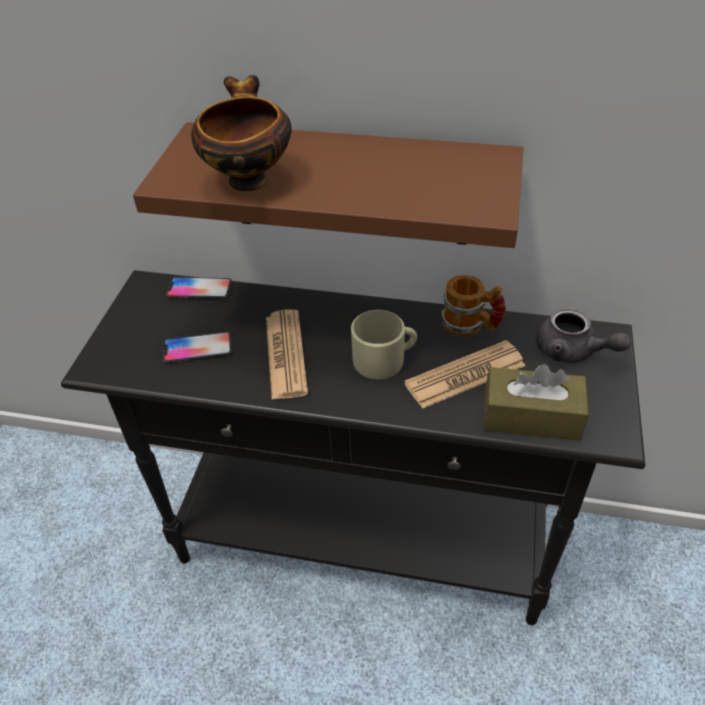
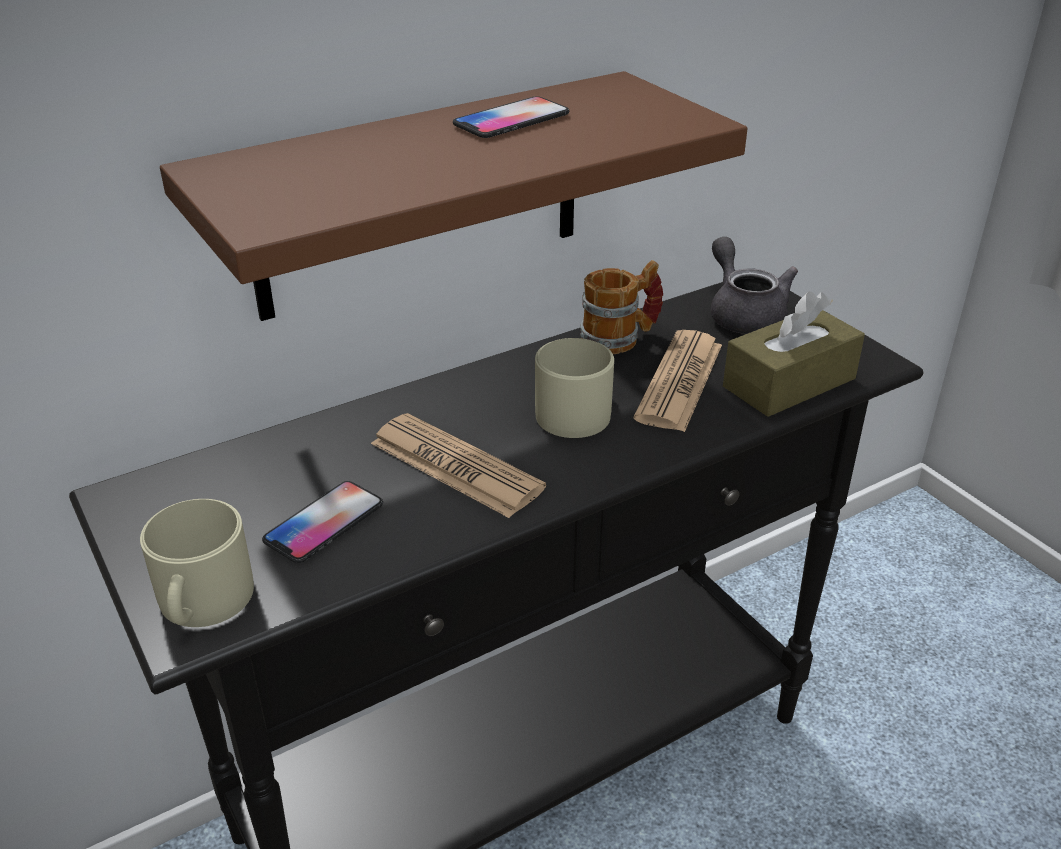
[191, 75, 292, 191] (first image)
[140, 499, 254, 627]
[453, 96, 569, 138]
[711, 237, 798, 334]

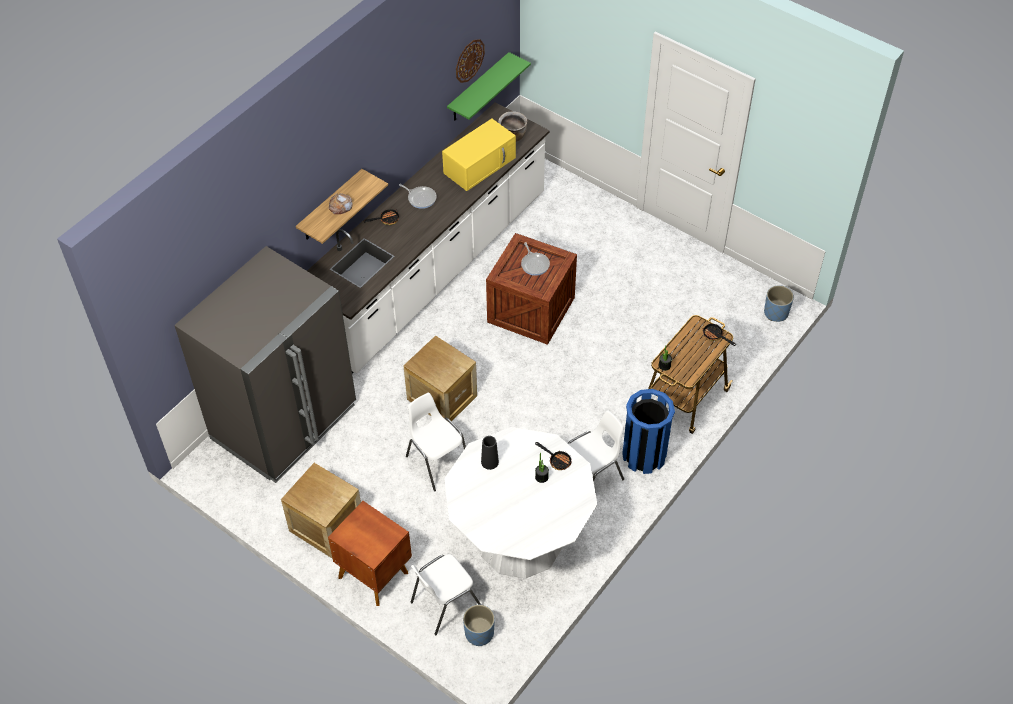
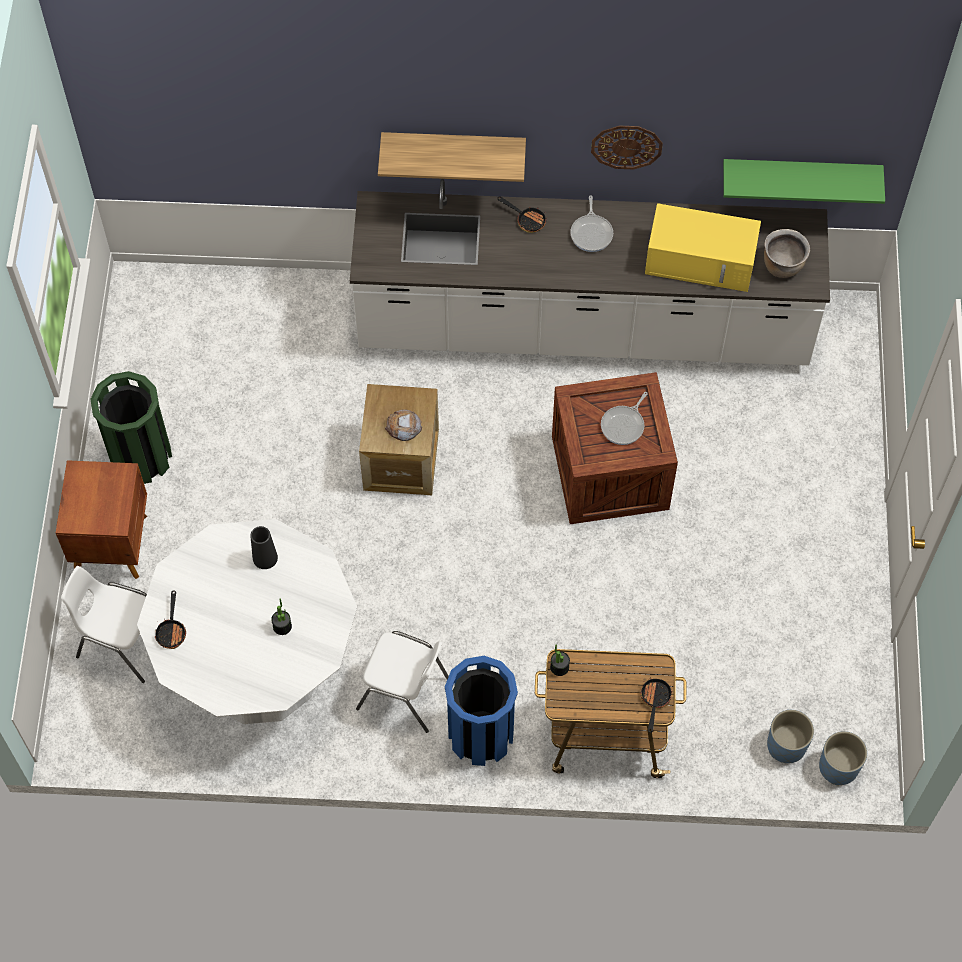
[174, 246, 356, 483] (first image)
[406, 393, 466, 491] (first image)
[385, 409, 422, 441]
[591, 126, 663, 169]
[767, 710, 814, 763]
[155, 590, 186, 649]
[90, 371, 172, 484]

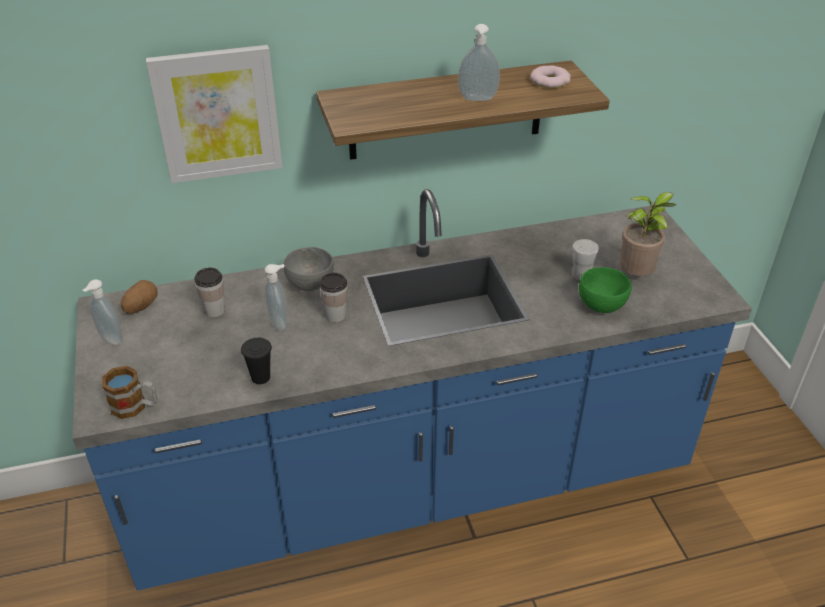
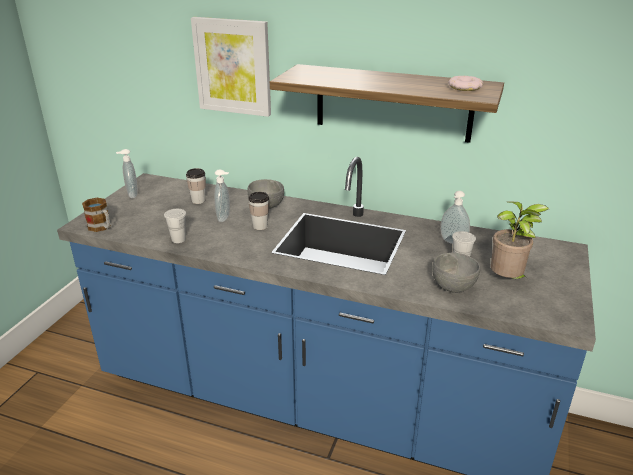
[120, 280, 158, 314] (first image)
[440, 191, 470, 244]
[164, 209, 186, 243]
[432, 253, 480, 293]

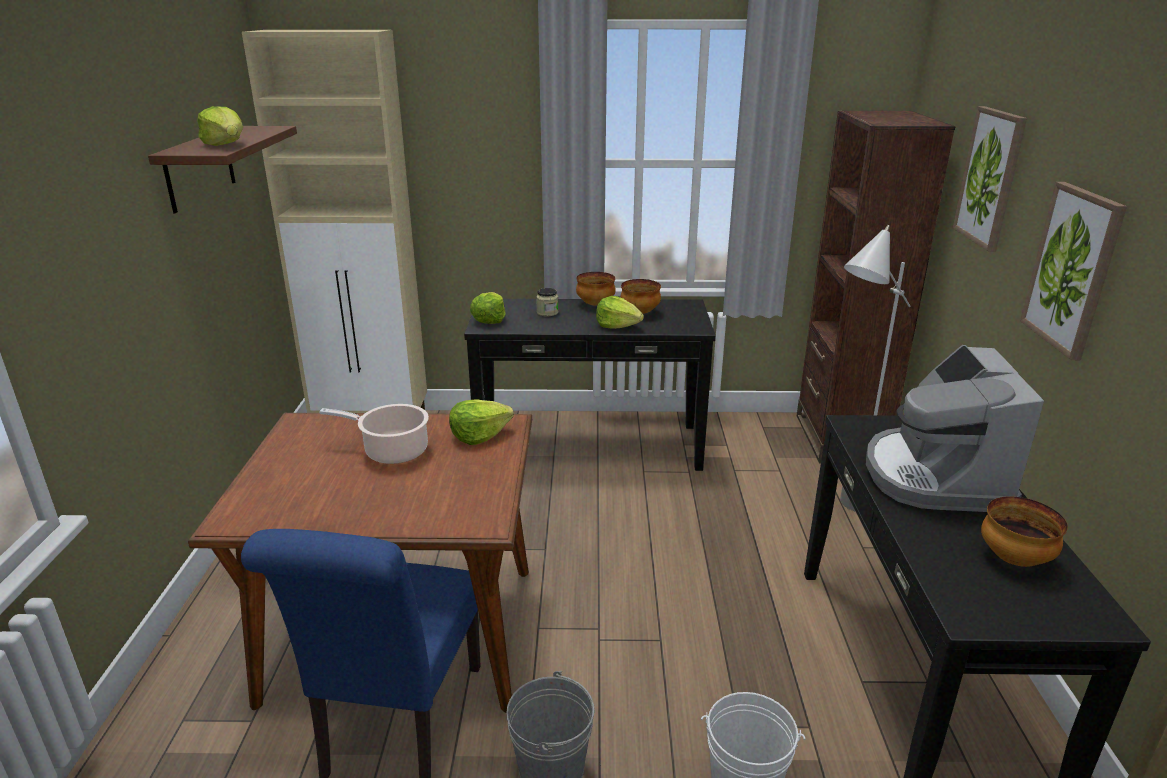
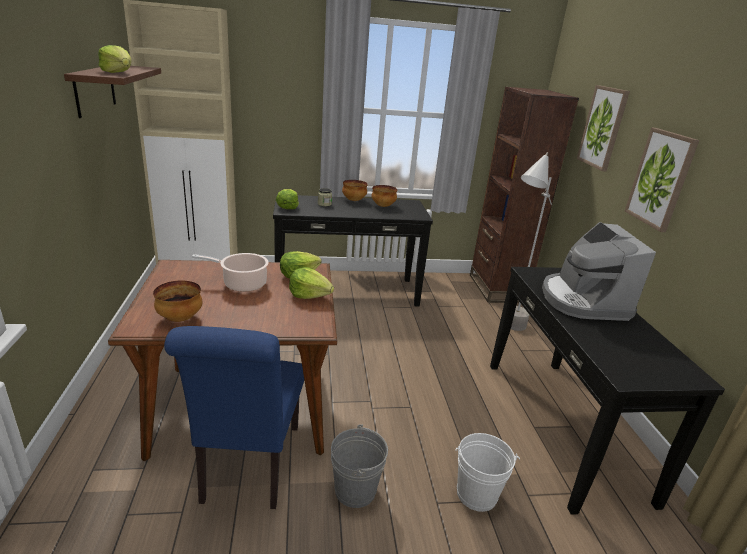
[289, 267, 334, 299]
[153, 281, 202, 322]

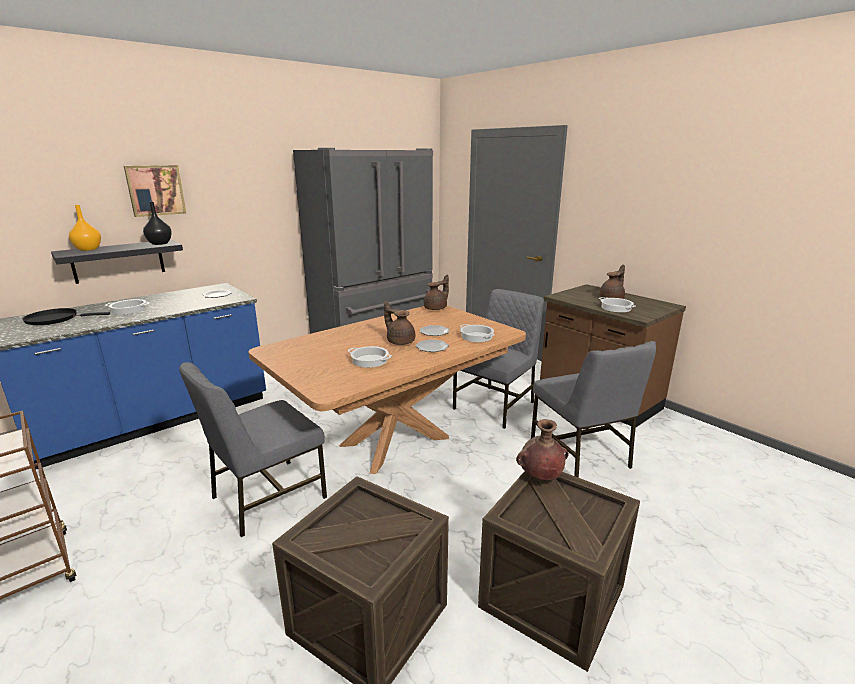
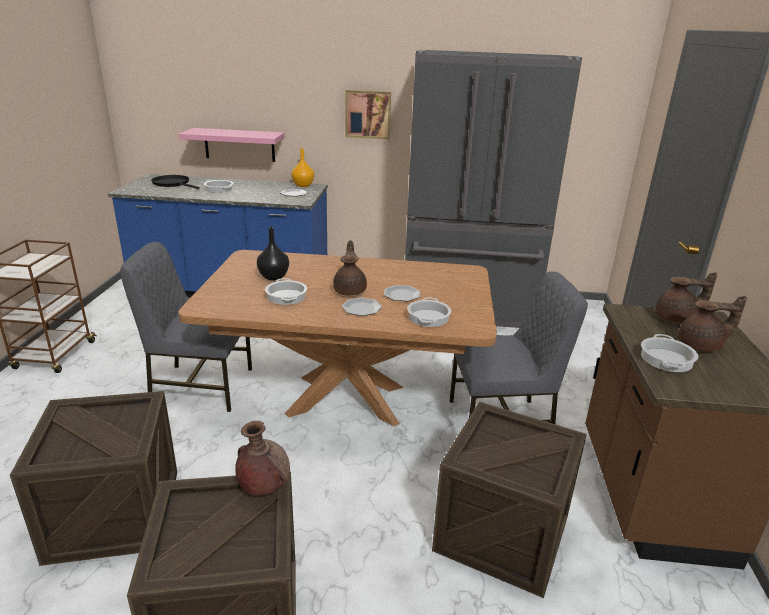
[291, 148, 314, 187]
[345, 90, 391, 139]
[257, 227, 289, 280]
[655, 272, 717, 323]
[432, 401, 587, 598]
[178, 128, 285, 162]

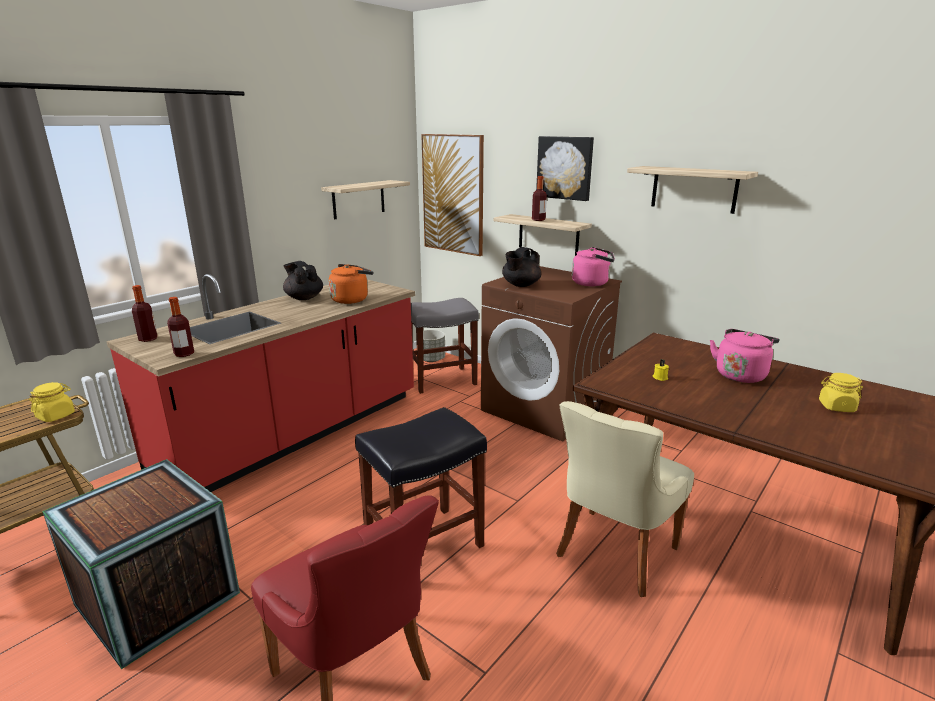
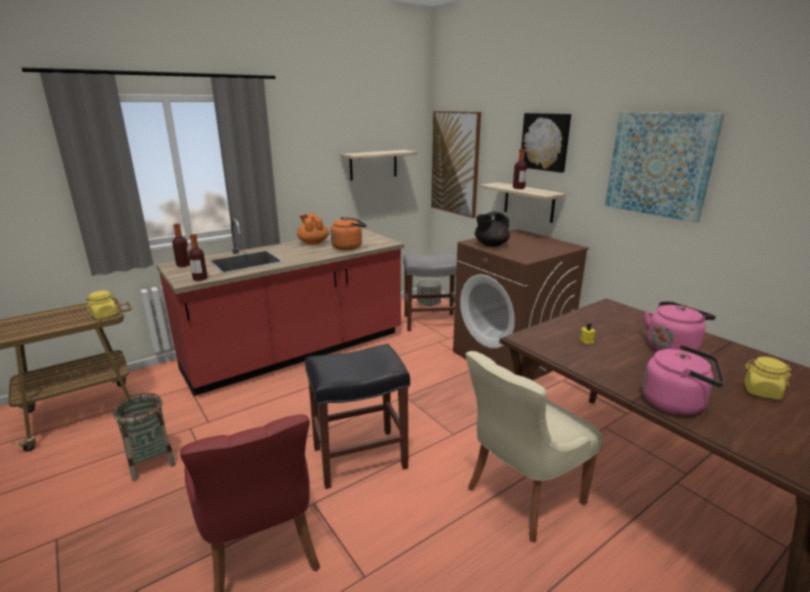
[643, 345, 724, 415]
[113, 393, 176, 481]
[605, 112, 725, 222]
[297, 213, 329, 245]

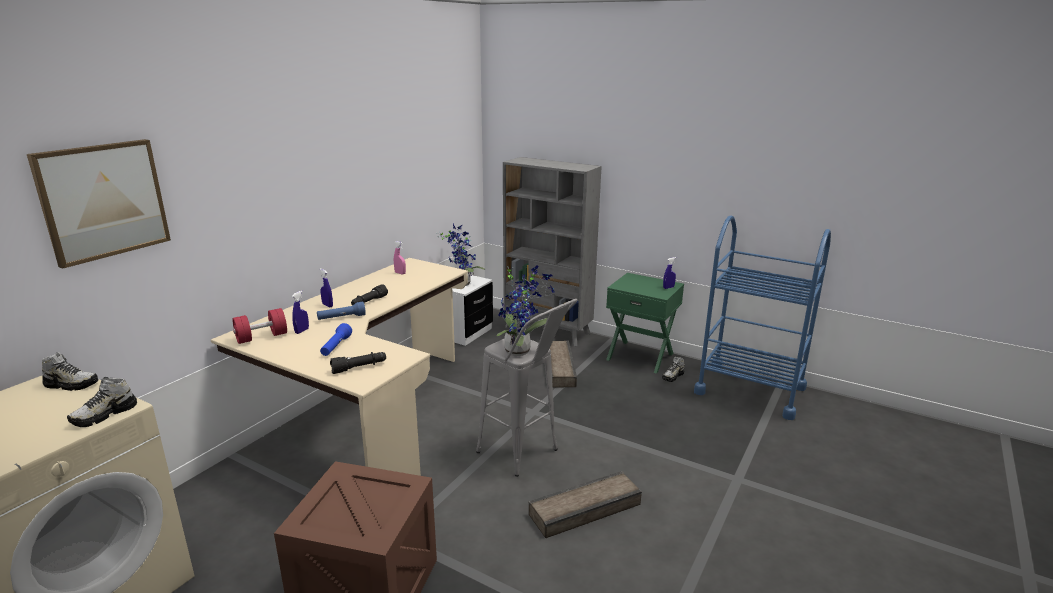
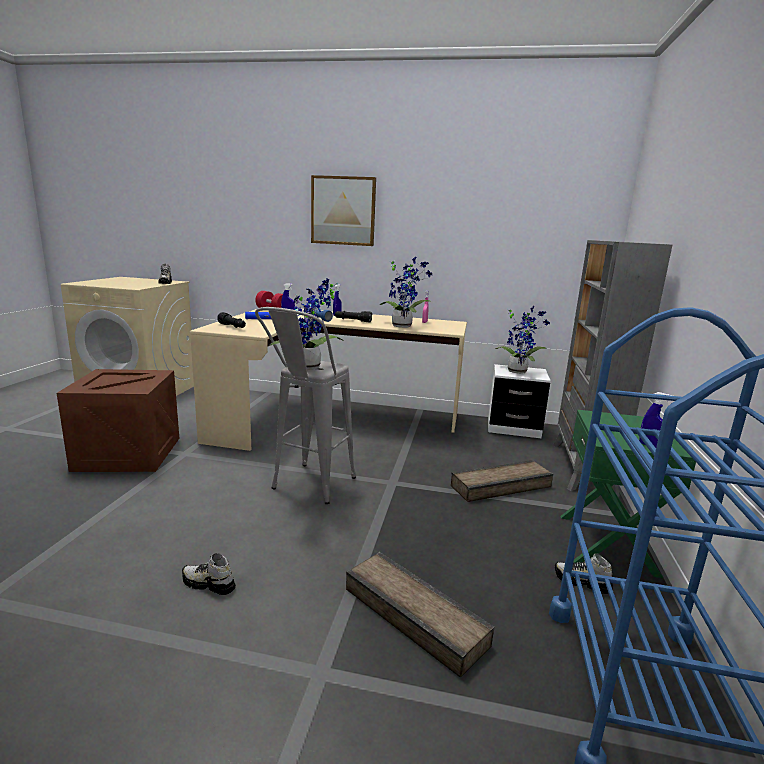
[380, 256, 432, 328]
[311, 175, 376, 246]
[182, 553, 236, 595]
[346, 552, 495, 677]

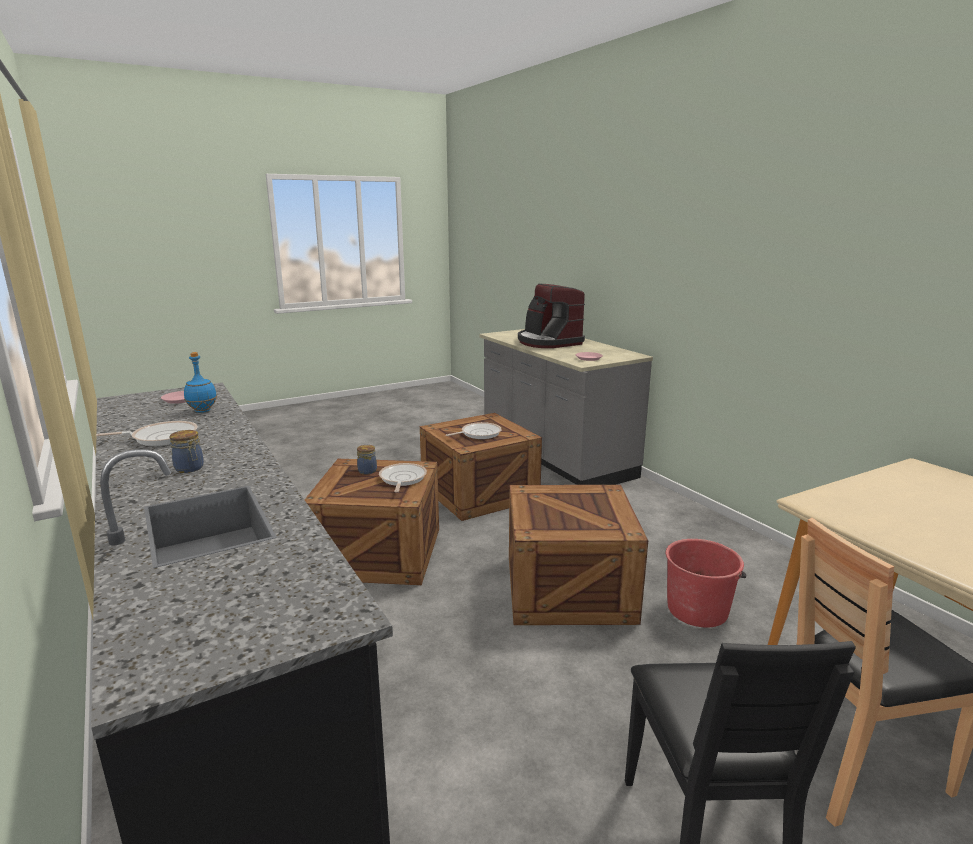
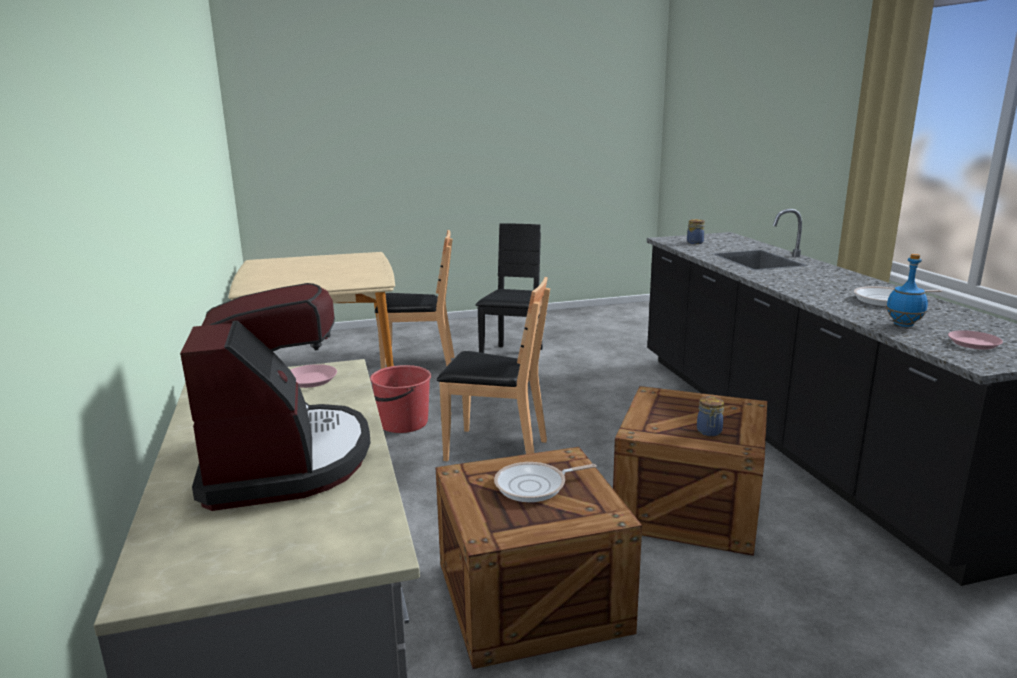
[379, 463, 427, 493] (first image)
[687, 219, 705, 244]
[437, 277, 550, 461]

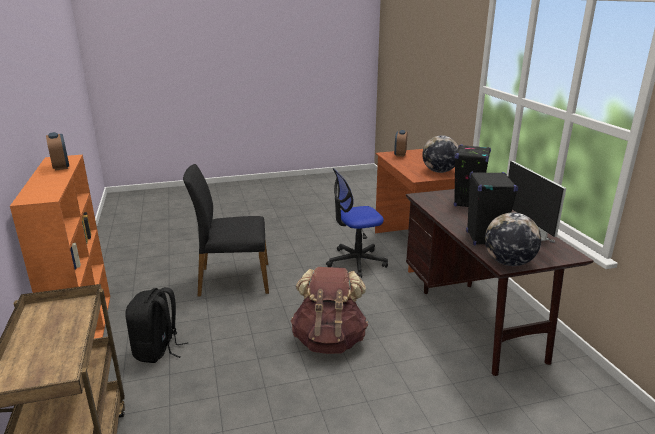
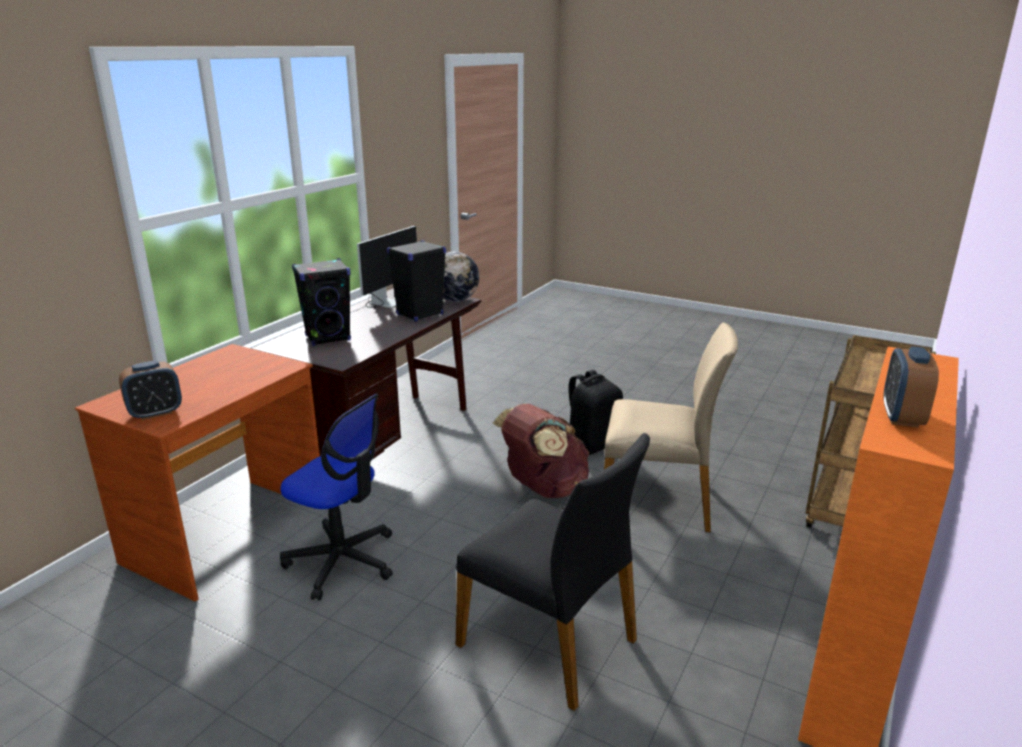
[422, 135, 458, 173] (first image)
[604, 323, 738, 532]
[569, 370, 623, 455]

